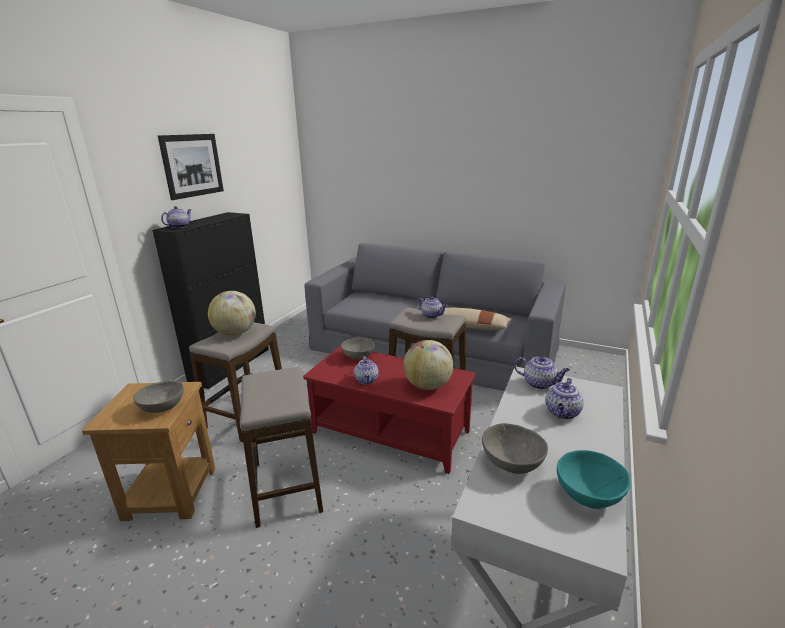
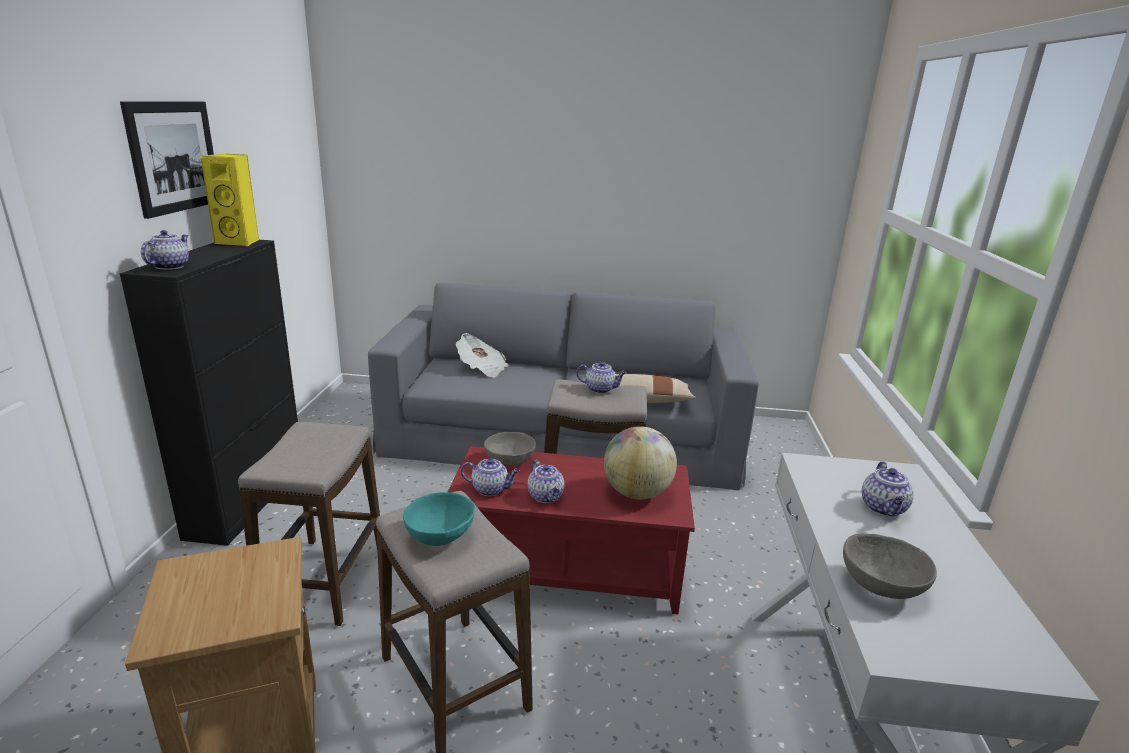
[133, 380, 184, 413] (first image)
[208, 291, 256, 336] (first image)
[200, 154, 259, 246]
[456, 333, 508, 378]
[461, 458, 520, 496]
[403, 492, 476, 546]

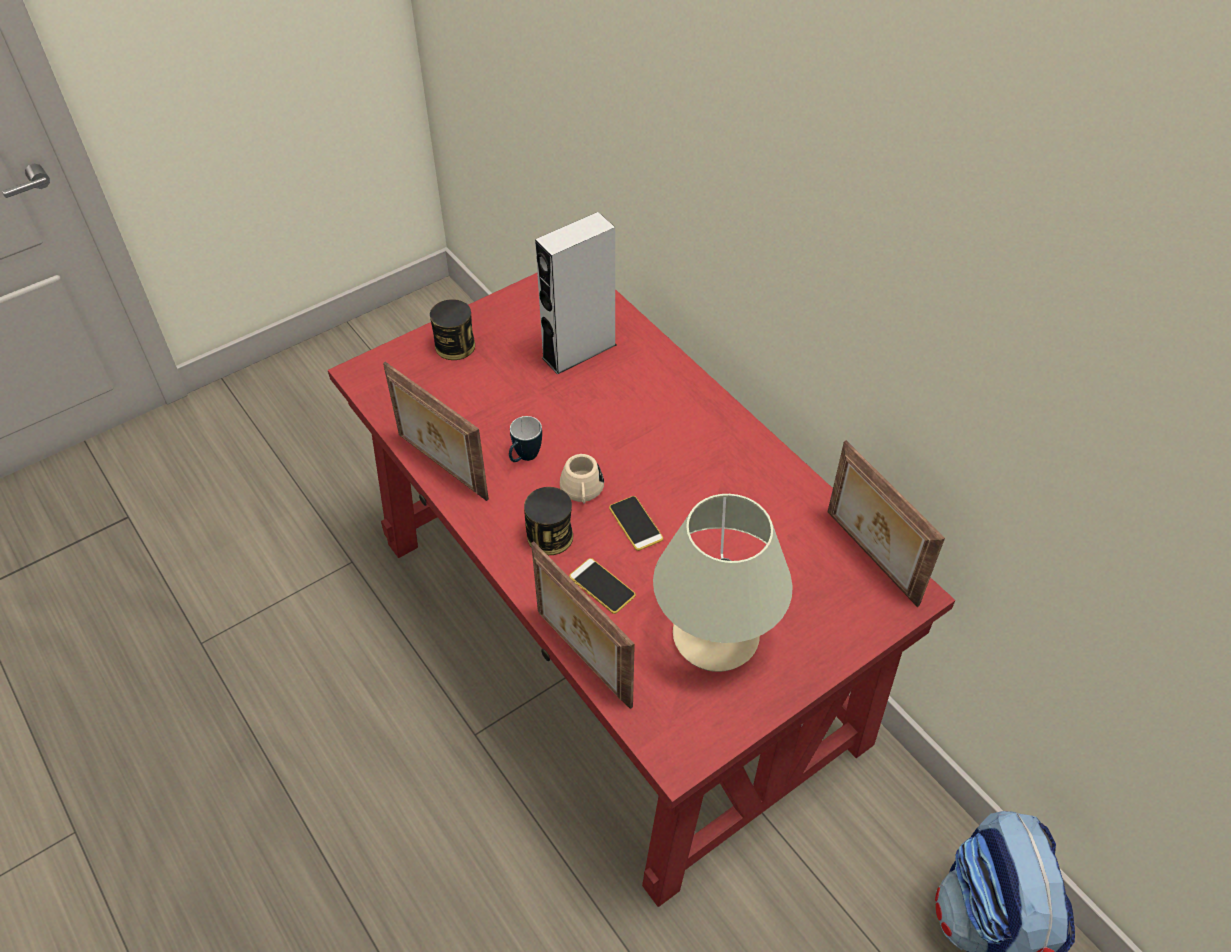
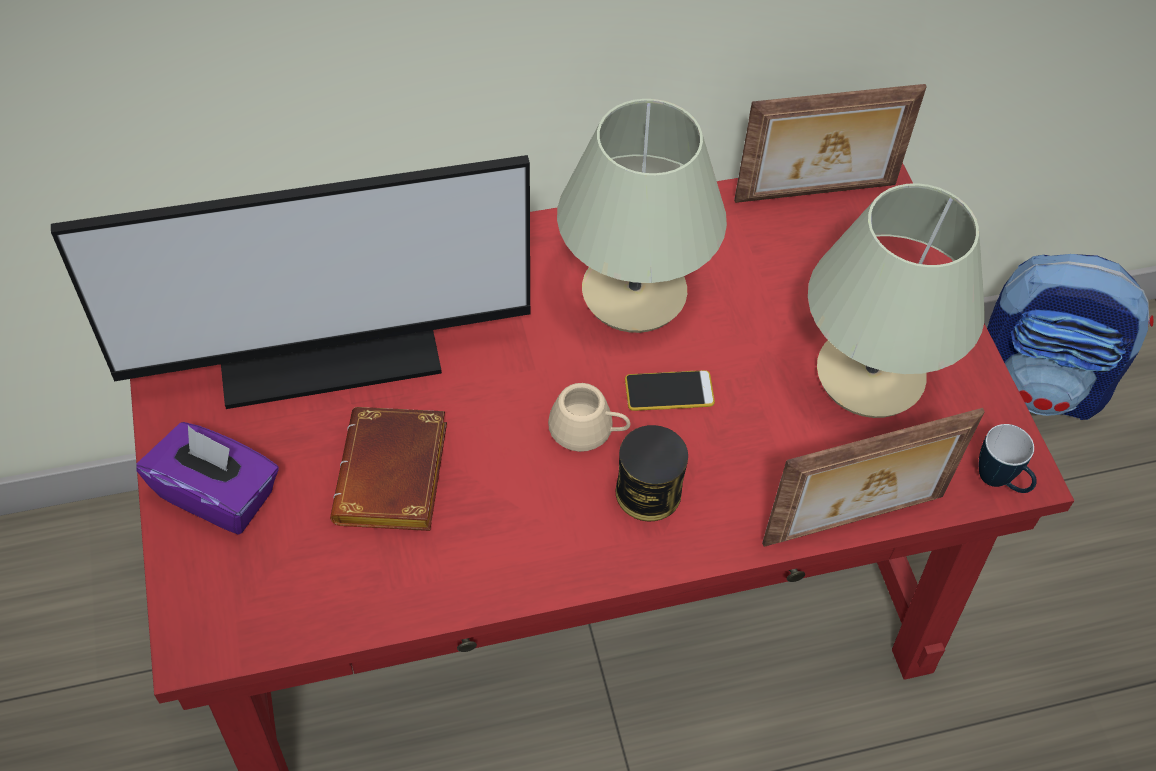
[383, 362, 489, 501] (first image)
[569, 558, 636, 614] (first image)
[330, 407, 447, 531]
[557, 99, 727, 333]
[979, 424, 1037, 493]
[136, 422, 279, 535]
[51, 155, 531, 409]

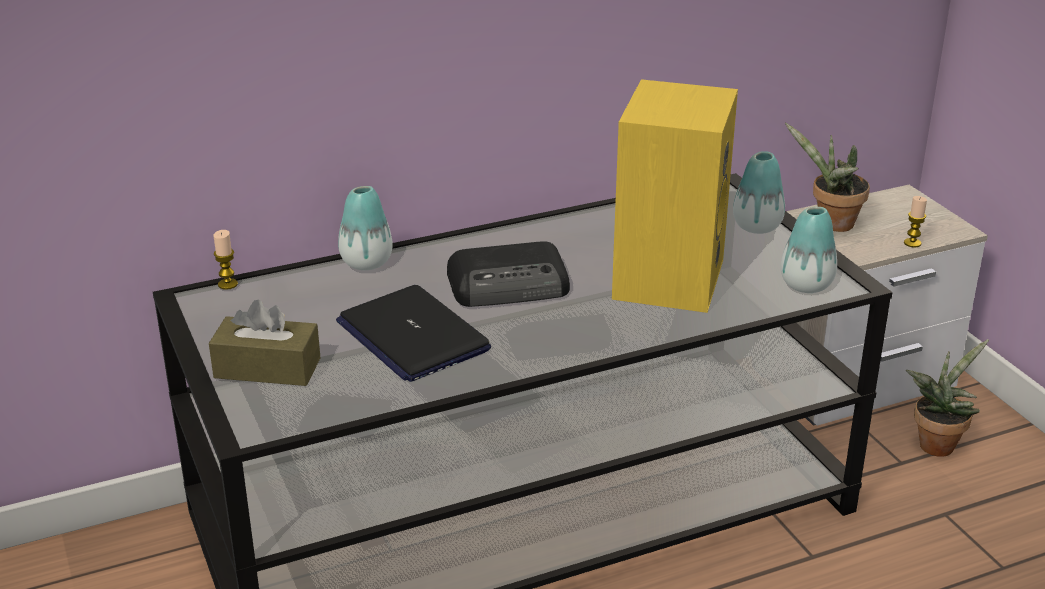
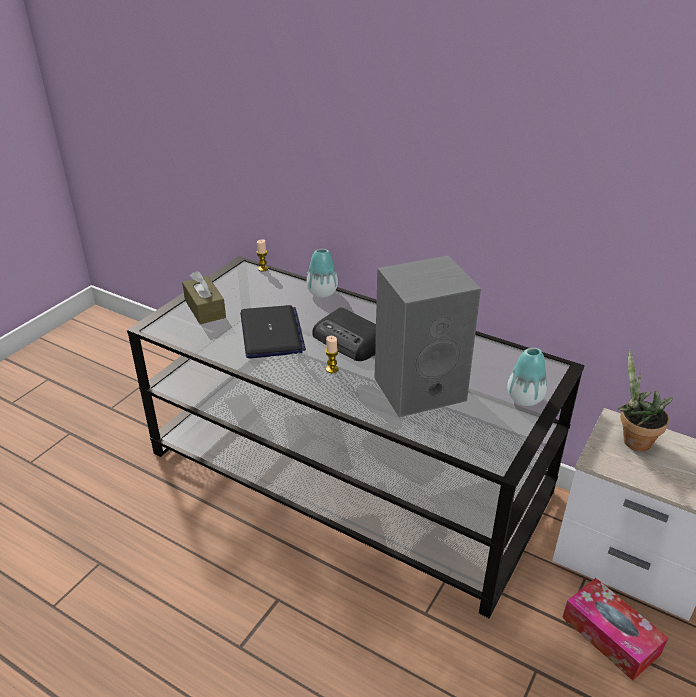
[781, 207, 837, 293] (first image)
[325, 336, 339, 373]
[562, 578, 668, 681]
[375, 255, 481, 417]
[240, 305, 306, 358]

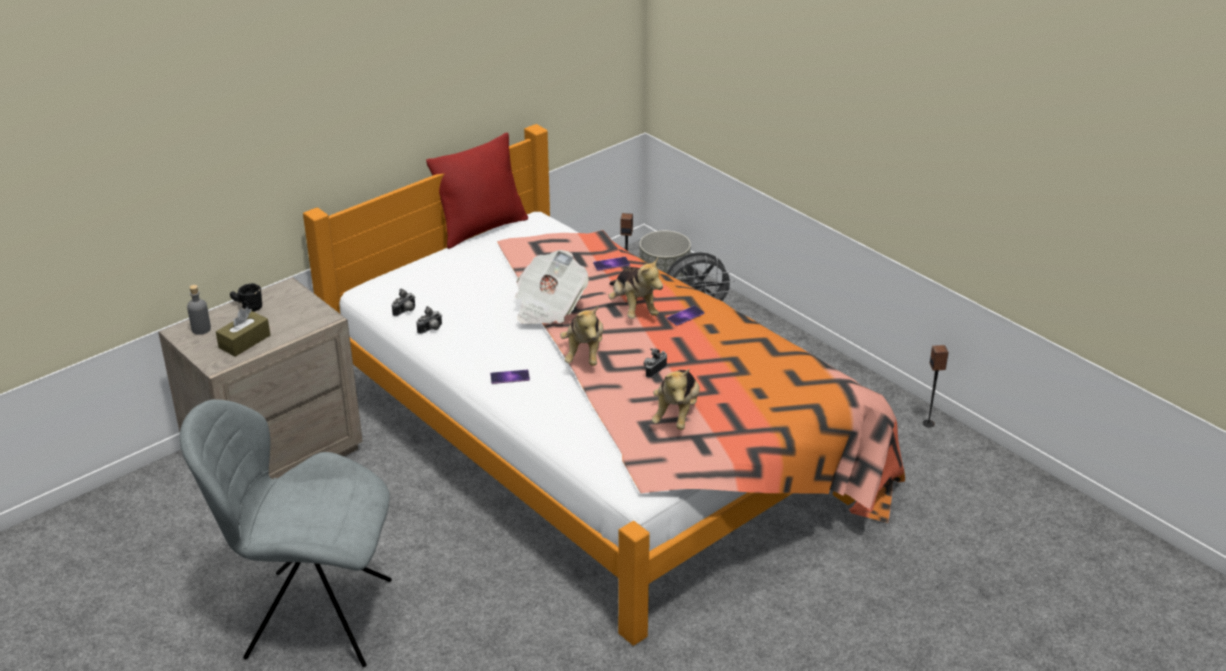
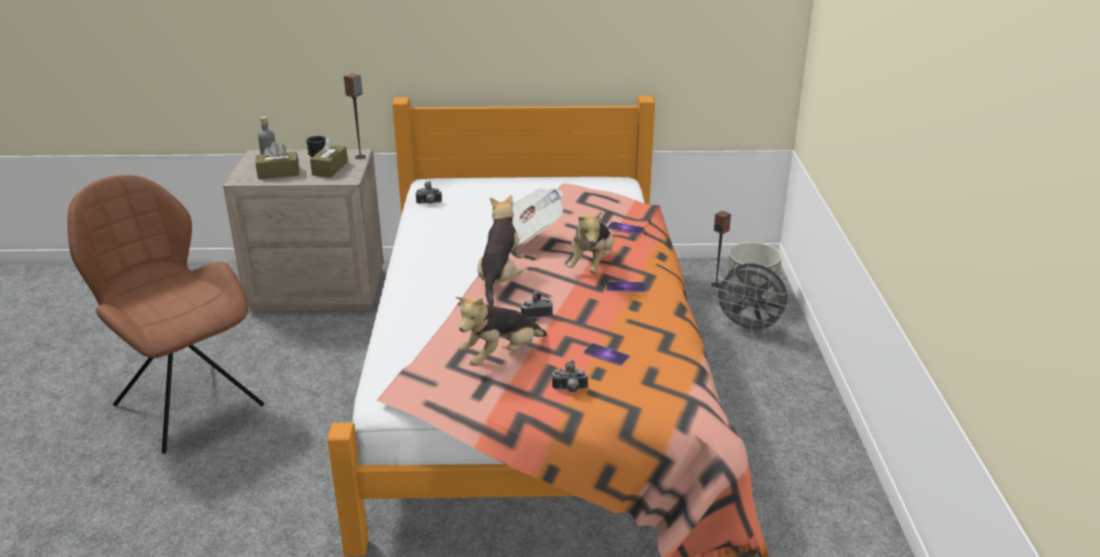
[426, 132, 528, 249] (first image)
[310, 137, 348, 177]
[552, 360, 588, 392]
[584, 343, 630, 366]
[344, 73, 366, 159]
[67, 175, 264, 454]
[477, 195, 525, 305]

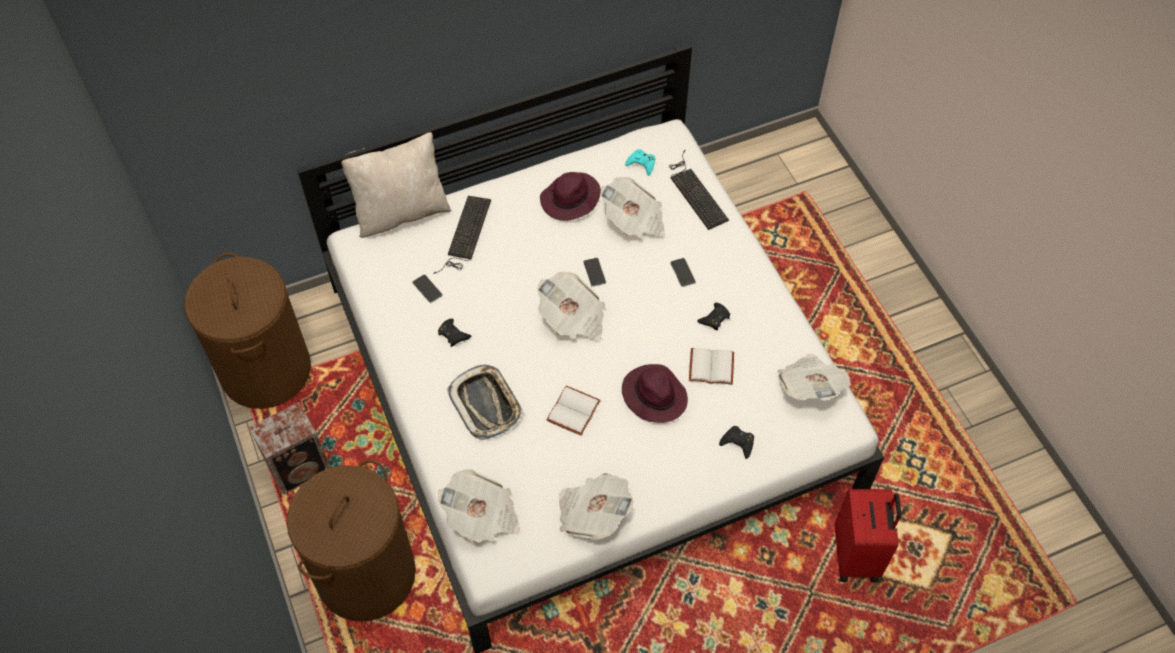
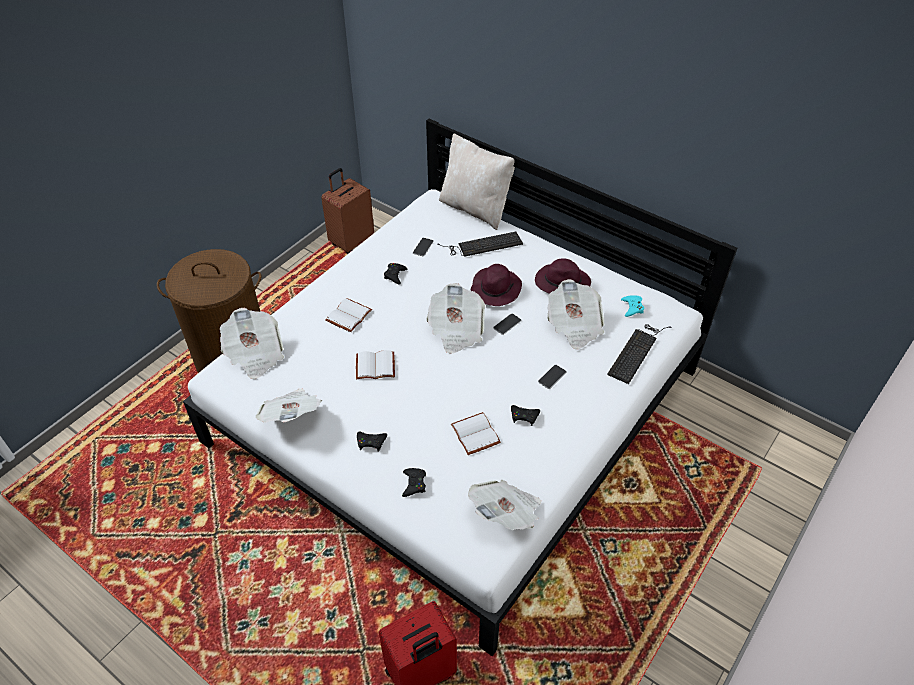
[249, 402, 330, 495] (first image)
[357, 431, 387, 451]
[471, 264, 522, 306]
[321, 168, 374, 254]
[326, 298, 372, 332]

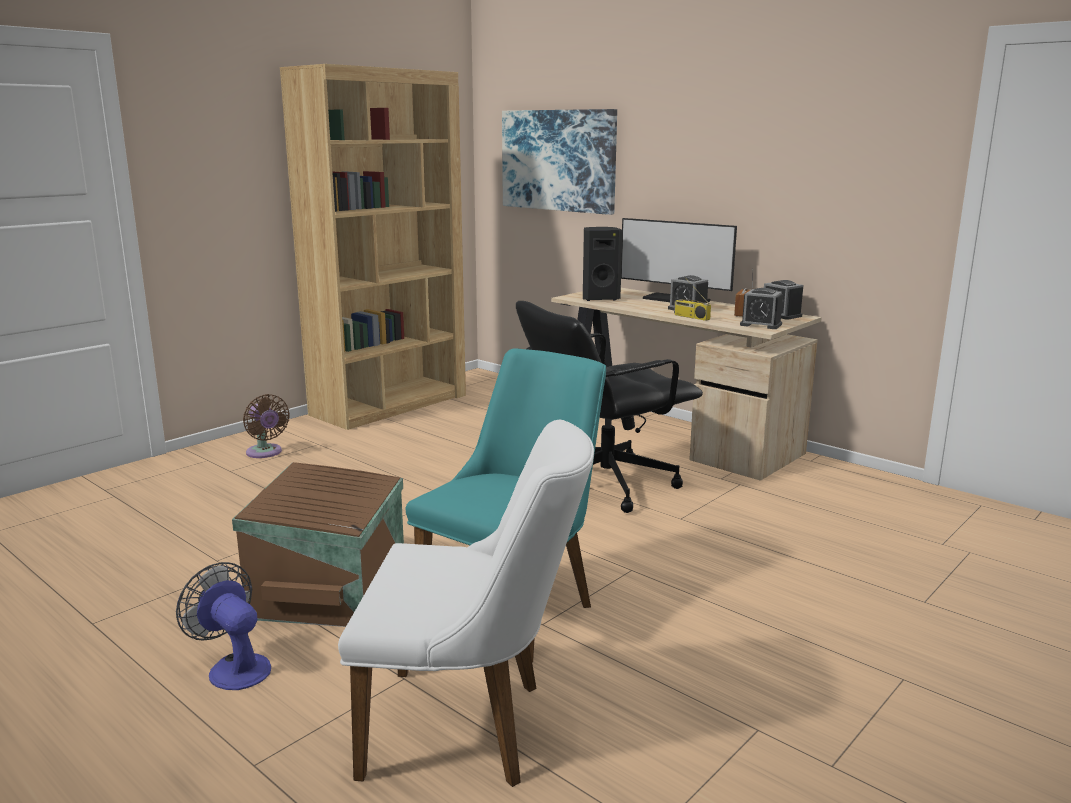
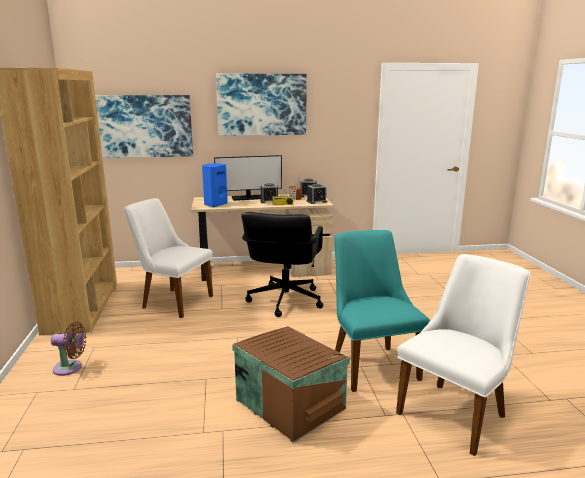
[176, 562, 271, 690] (first image)
[124, 198, 213, 318]
[216, 74, 307, 136]
[202, 163, 228, 207]

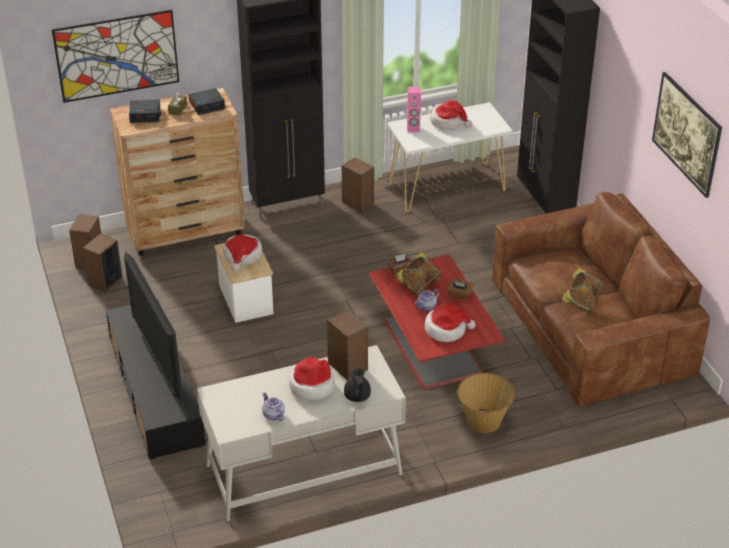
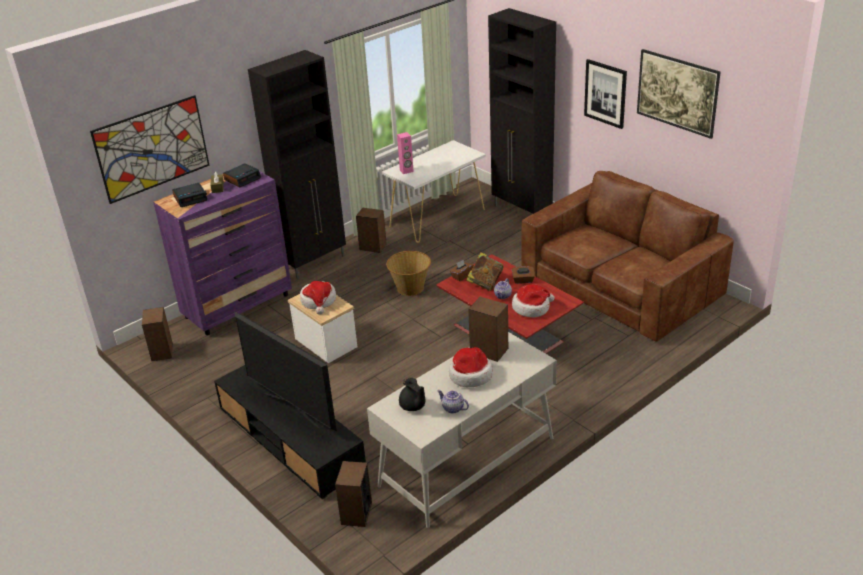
[430, 100, 472, 130] (first image)
[562, 268, 604, 313] (first image)
[584, 59, 627, 129]
[335, 461, 372, 527]
[399, 378, 425, 411]
[386, 251, 431, 296]
[153, 171, 292, 335]

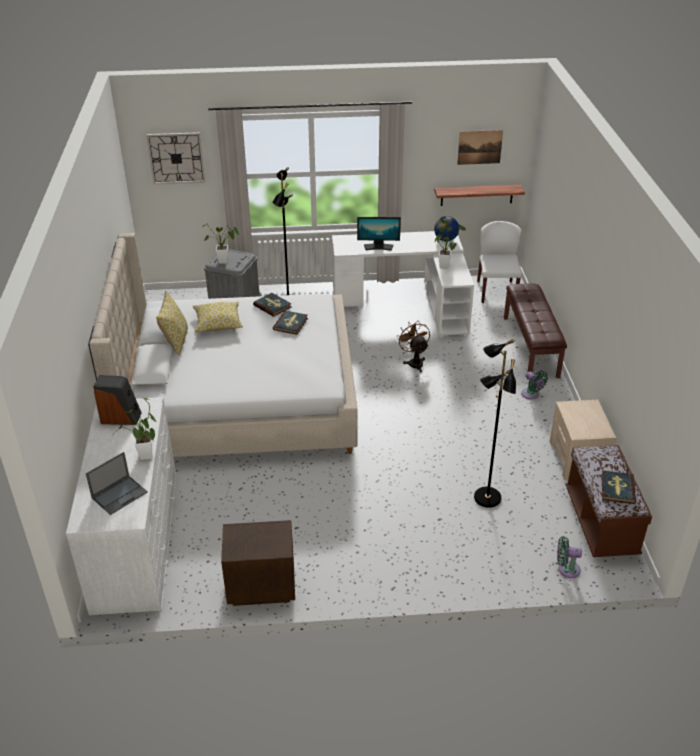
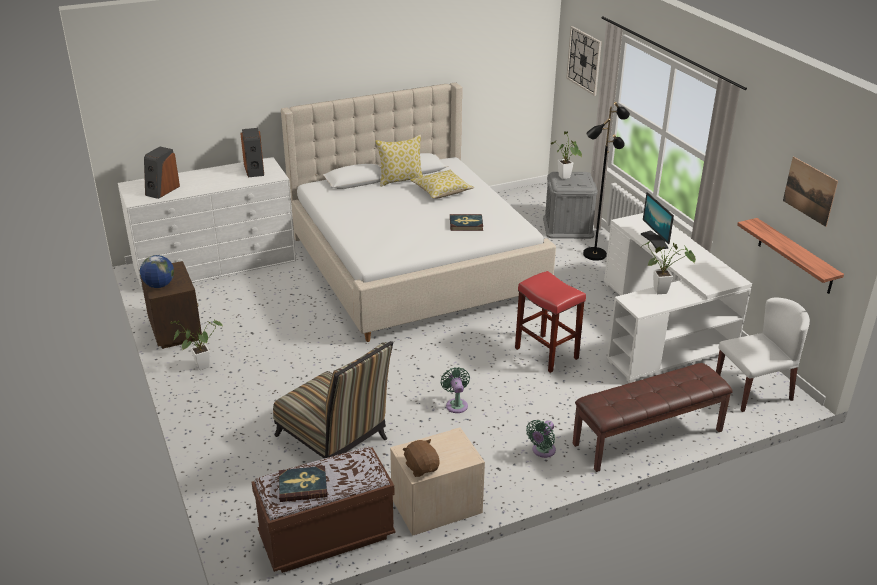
[253, 293, 291, 317] (first image)
[402, 439, 440, 477]
[170, 320, 222, 370]
[140, 255, 174, 288]
[441, 367, 470, 413]
[144, 146, 180, 199]
[515, 271, 586, 373]
[273, 341, 393, 459]

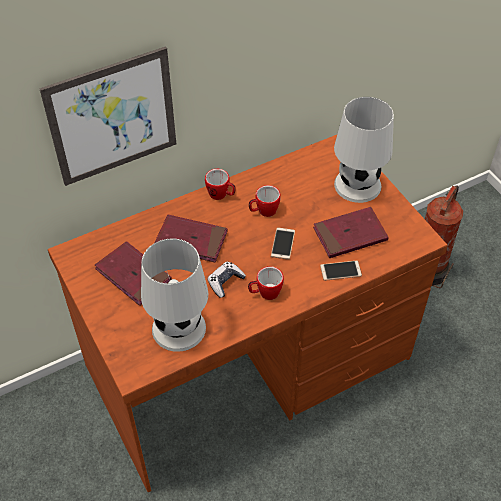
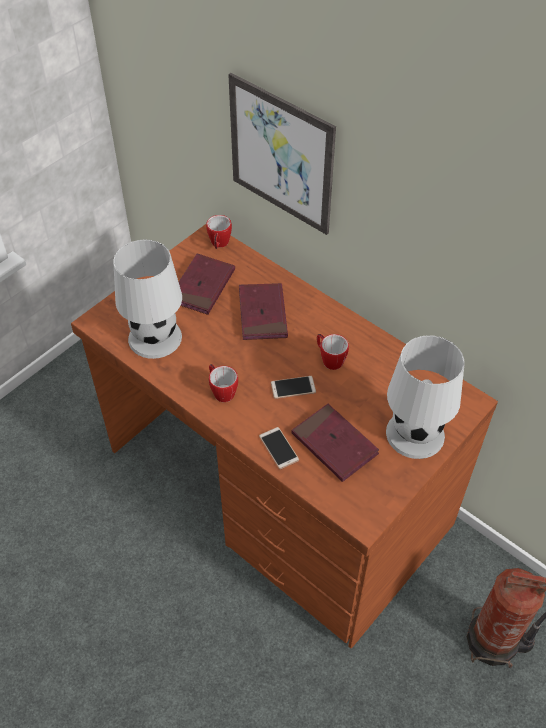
[207, 262, 246, 298] (first image)
[206, 215, 232, 249]

